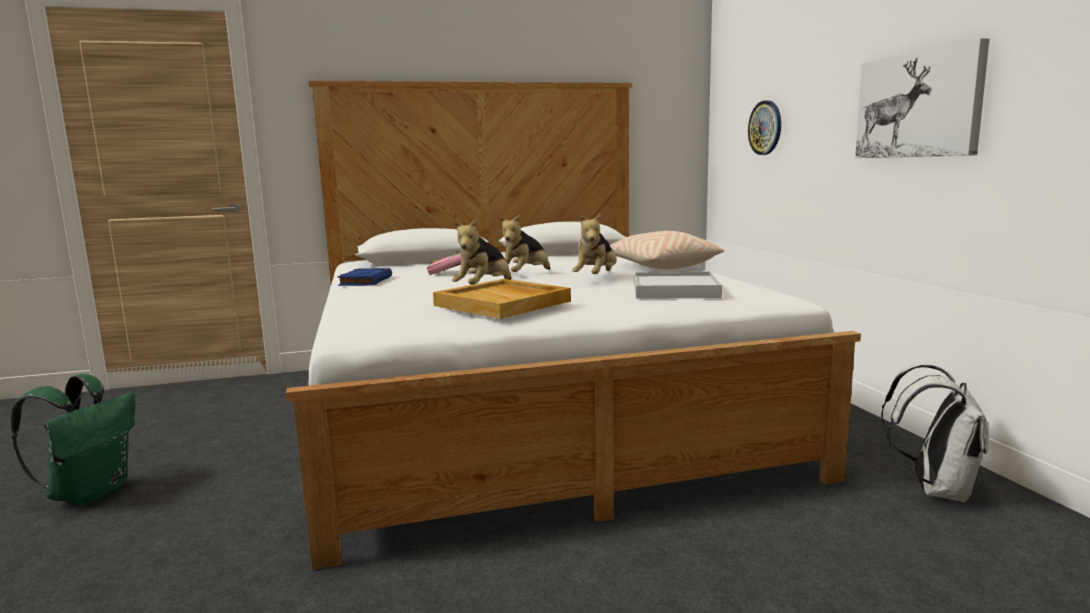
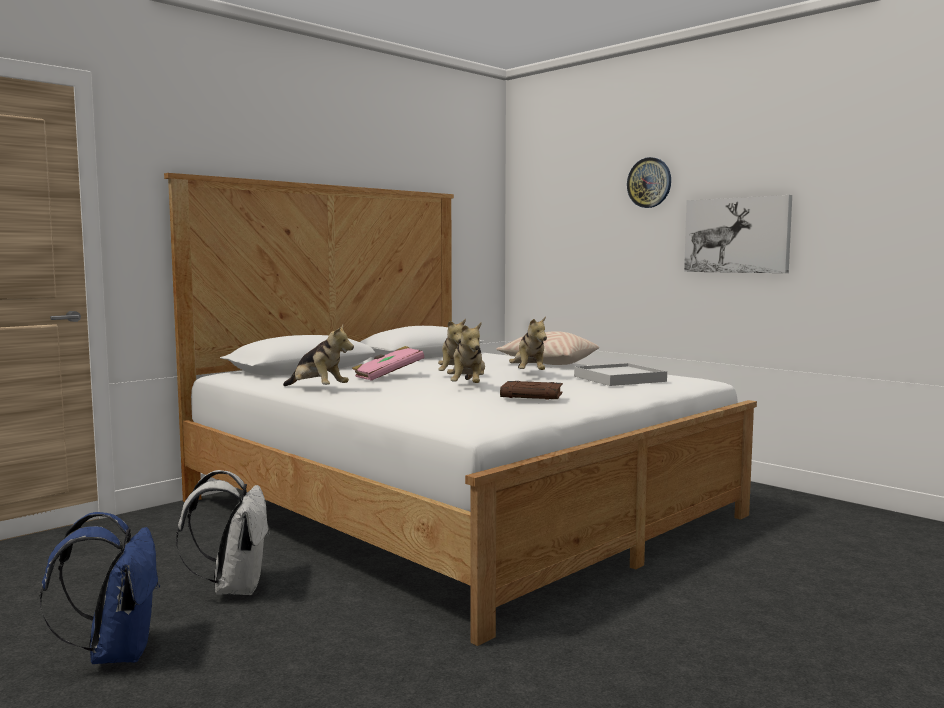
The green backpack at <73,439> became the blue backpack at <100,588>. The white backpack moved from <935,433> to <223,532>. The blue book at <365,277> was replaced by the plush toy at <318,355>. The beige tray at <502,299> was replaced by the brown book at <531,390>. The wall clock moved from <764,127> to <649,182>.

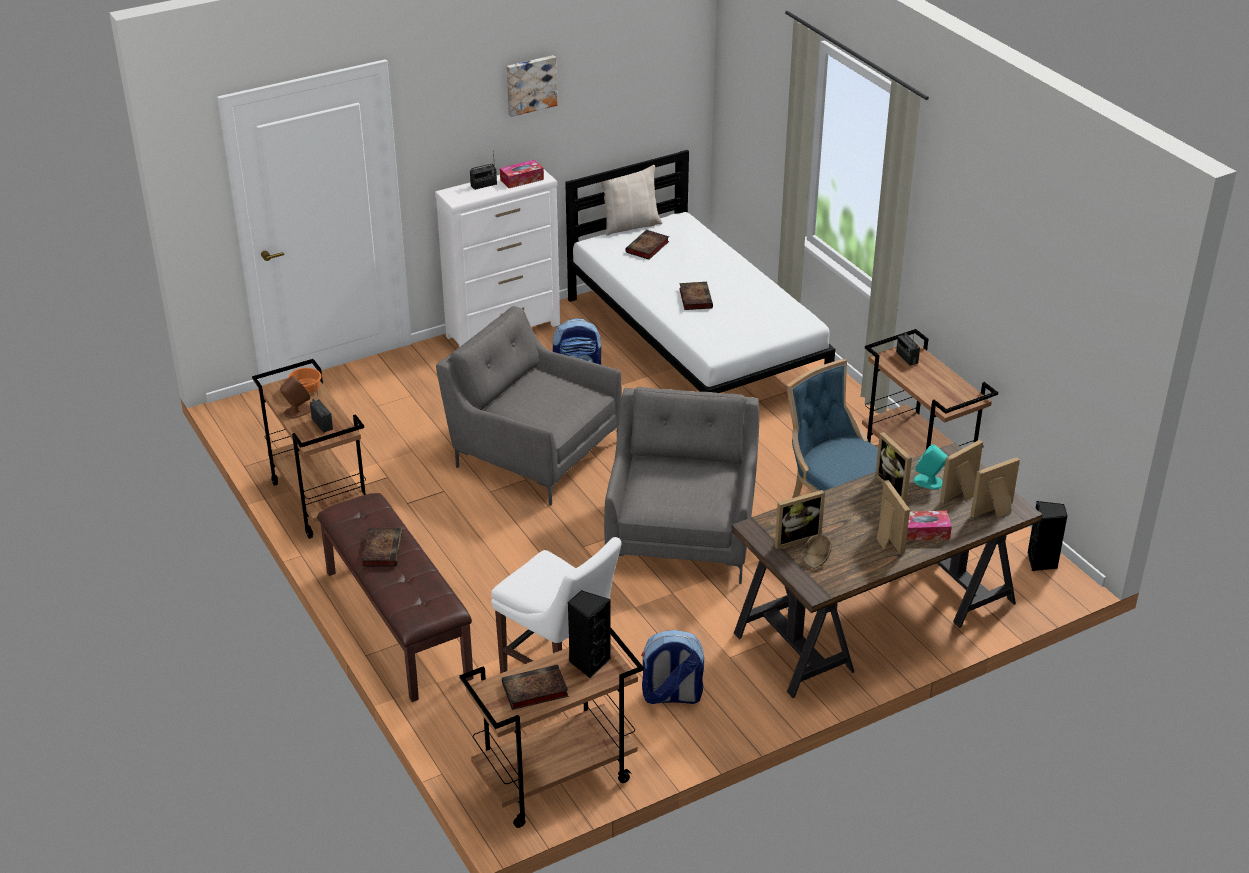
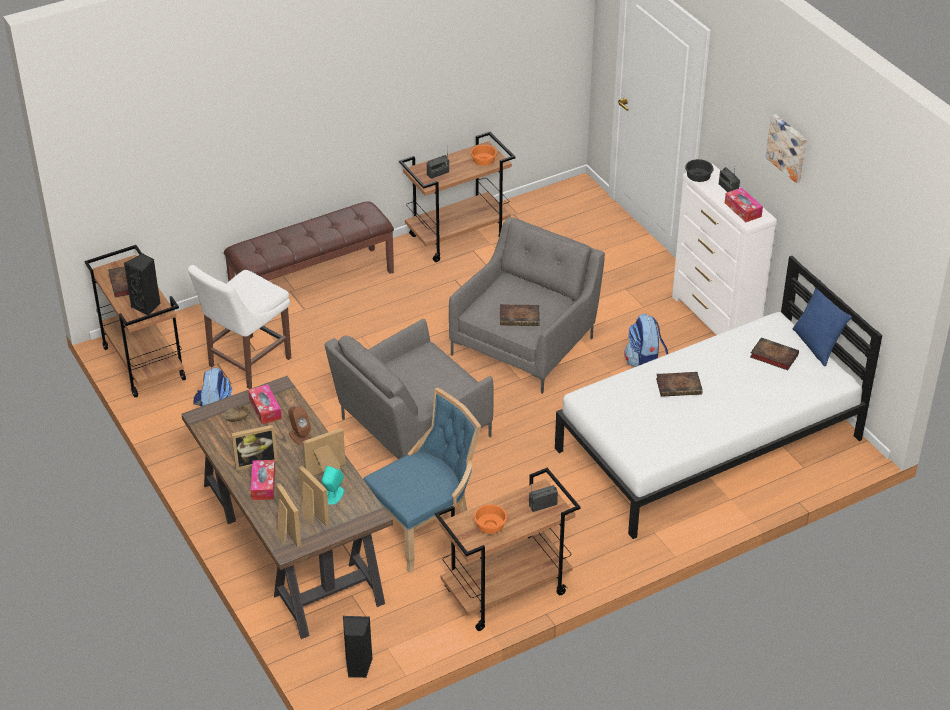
The picture frame at <800,519> was replaced by the tissue box at <265,404>. The brown speaker moved from <295,397> to <299,425>. The grey armchair at <681,485> turned 135 degrees clockwise. The orange bowl at <490,519> appeared. The book moved from <382,547> to <520,315>. The black bowl at <699,170> appeared. The beige pillow at <631,200> became the blue pillow at <822,323>.

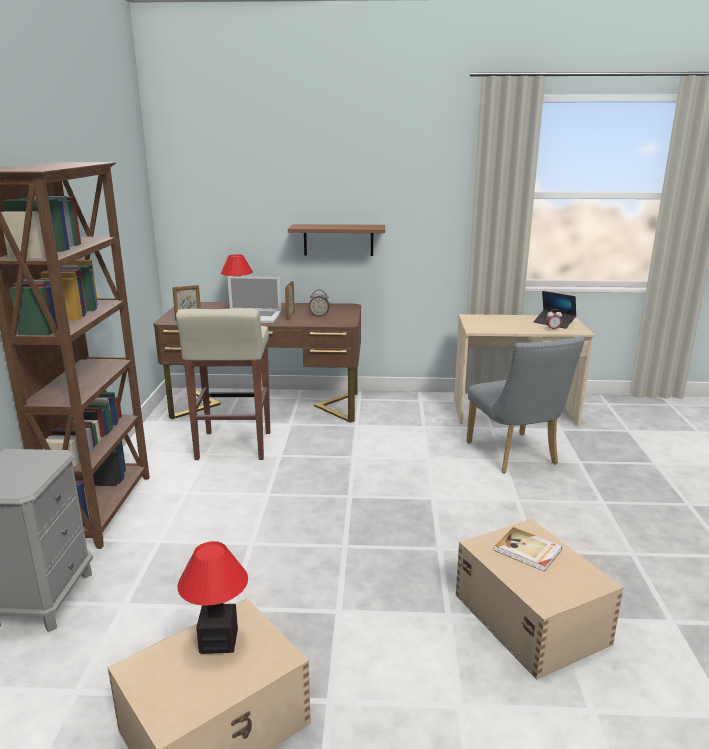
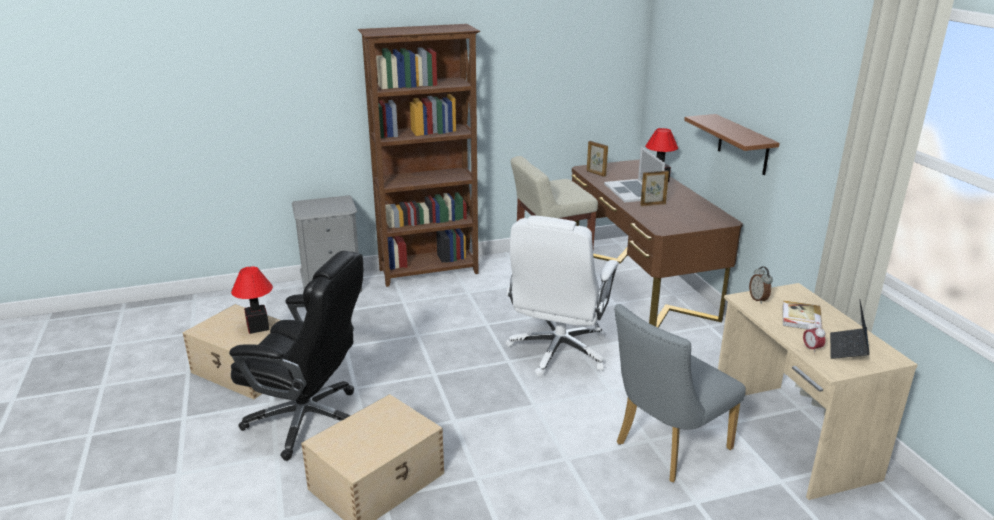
The black office chair at <296,356> appeared. The white office chair at <562,296> appeared. The alarm clock moved from <319,303> to <761,285>. The book moved from <528,549> to <802,315>.

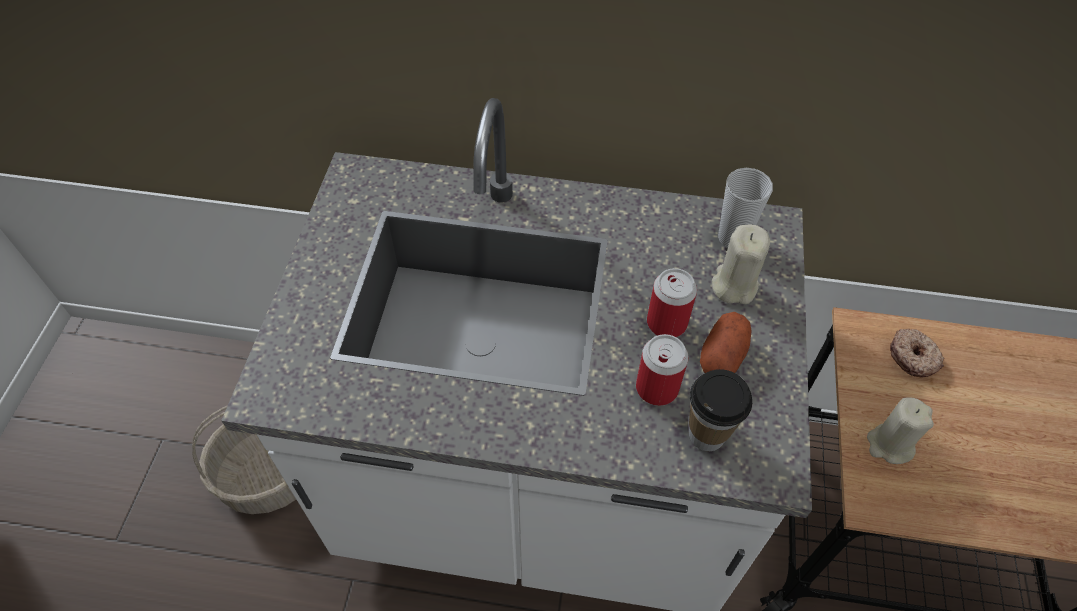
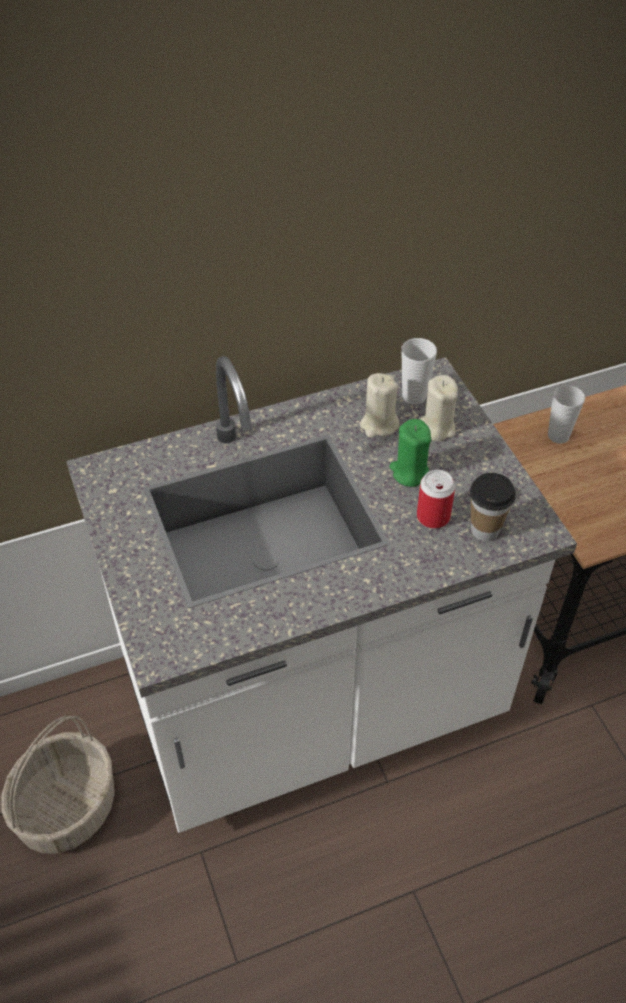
The beige candle moved from <900,430> to <380,405>. The can at <672,302> was replaced by the green candle at <410,453>. The donut at <917,353> was replaced by the cup at <566,414>. The potato at <726,342> disappeared.

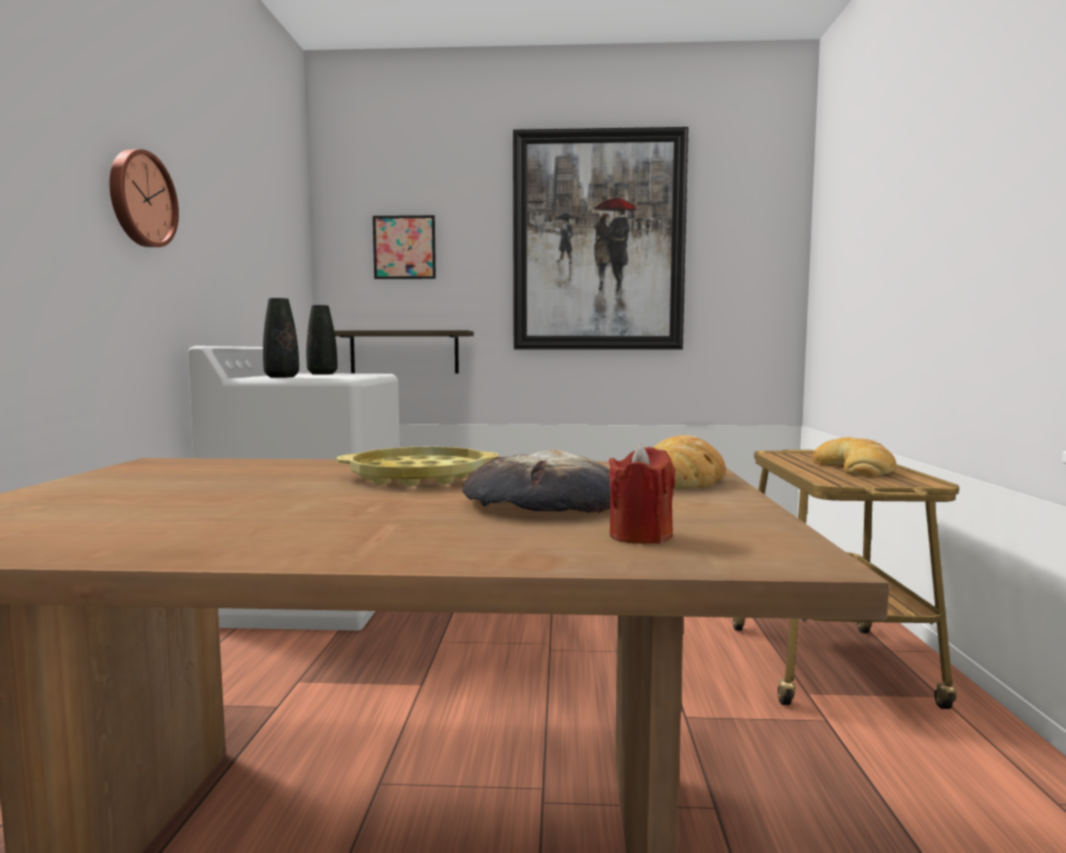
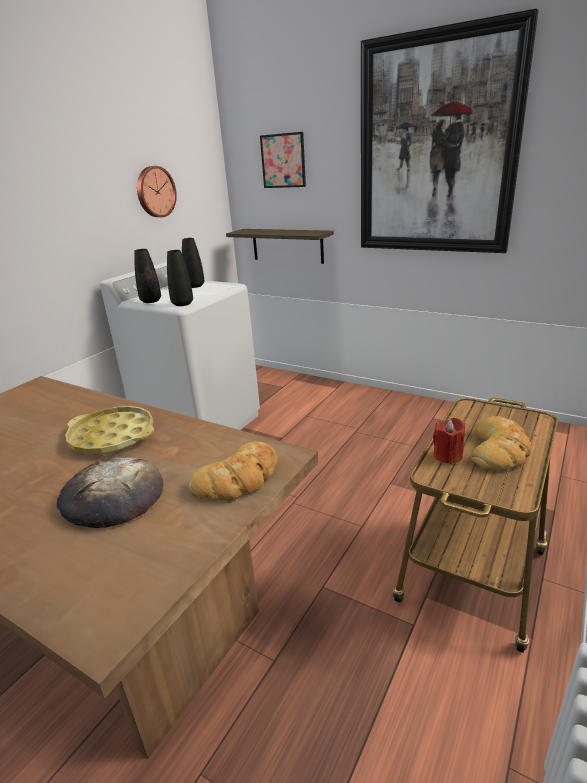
The wall clock moved from <144,198> to <157,191>. The black vase at <180,278> appeared. The red candle moved from <642,493> to <449,441>.

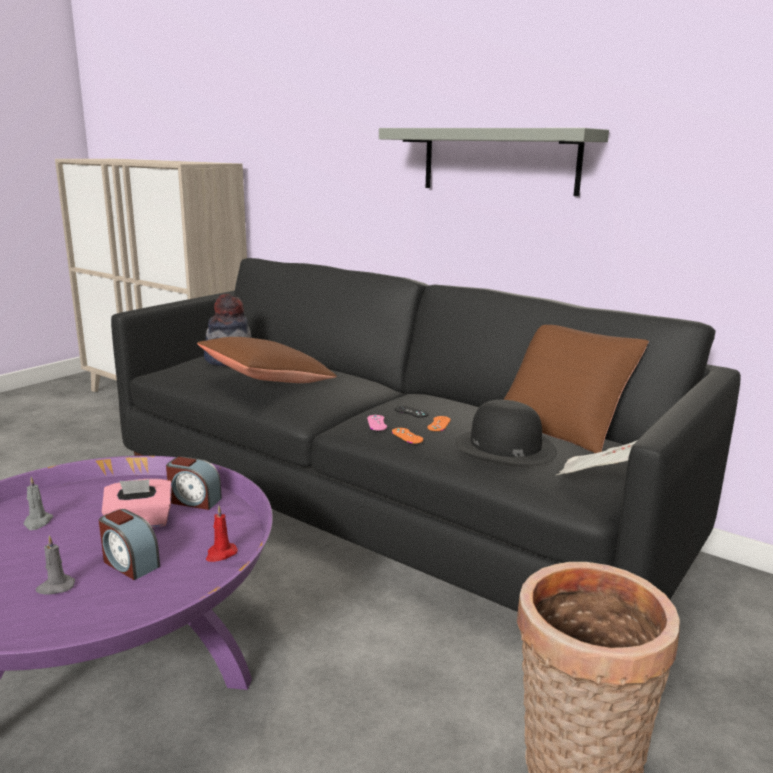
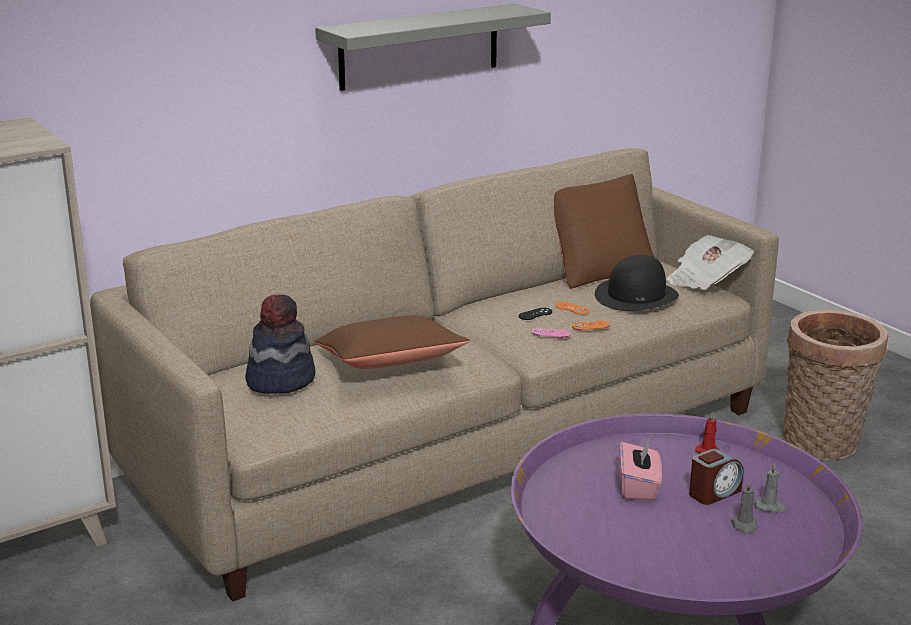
The black sofa at <426,435> became the beige sofa at <434,375>. The grey candle moved from <38,503> to <771,488>. The alarm clock at <194,483> disappeared.

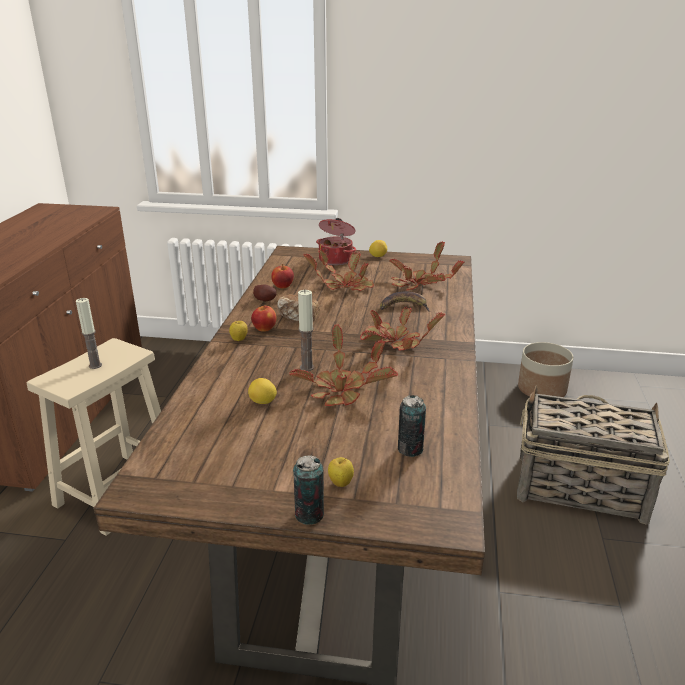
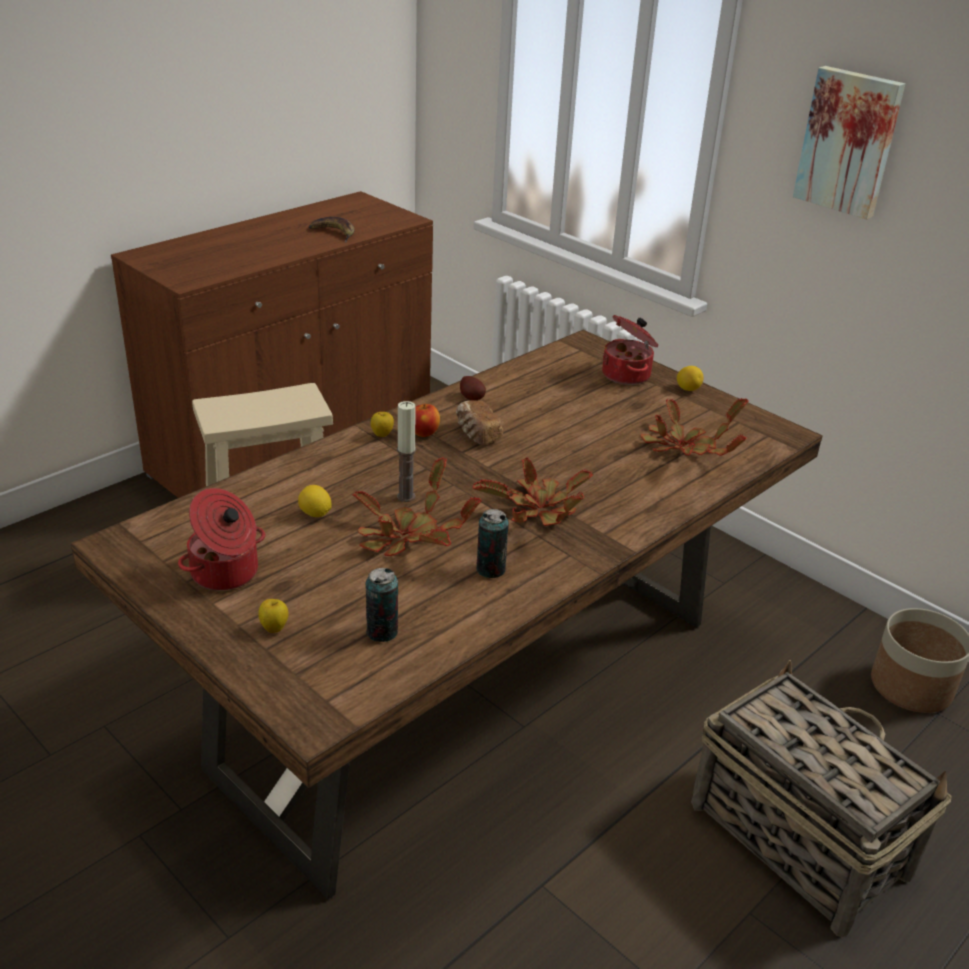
The cooking pot at <221,539> appeared. The banana moved from <405,302> to <331,230>. The can moved from <308,490> to <493,543>. The picture at <849,142> appeared. The candle at <89,333> disappeared. The apple at <282,276> disappeared. The potted plant at <338,270> disappeared.

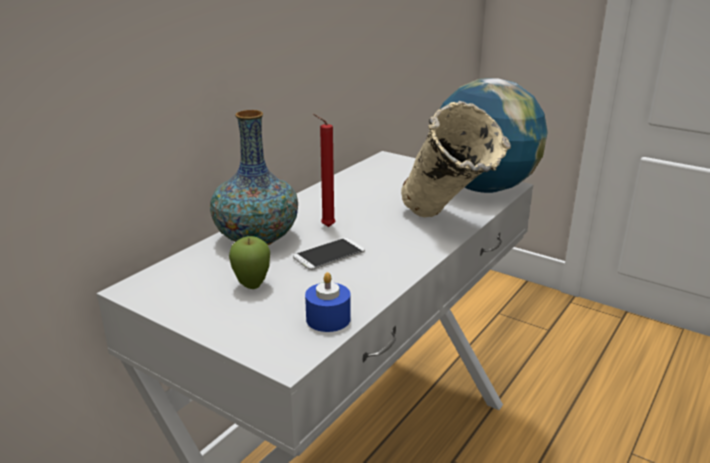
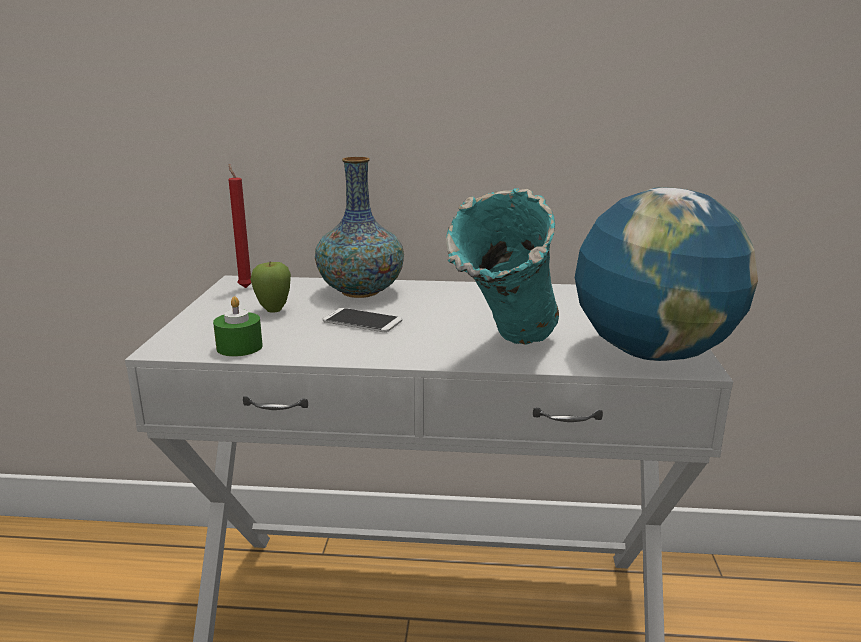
The blue candle at <328,302> became the green candle at <238,326>. The red candle moved from <324,170> to <240,226>. The beige vase at <456,159> became the turquoise vase at <502,266>.

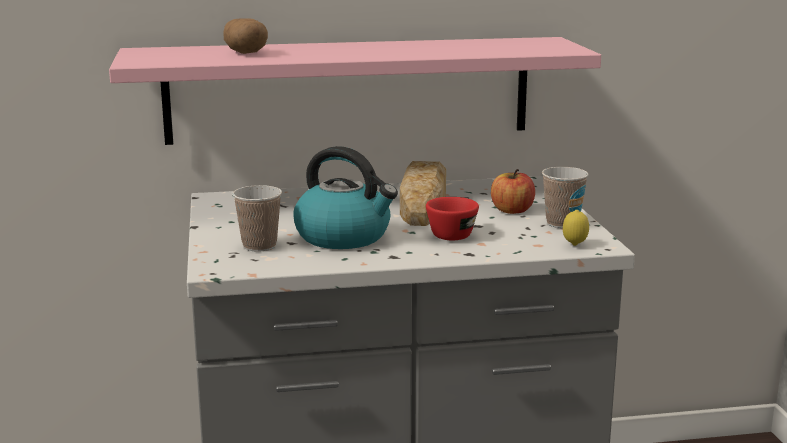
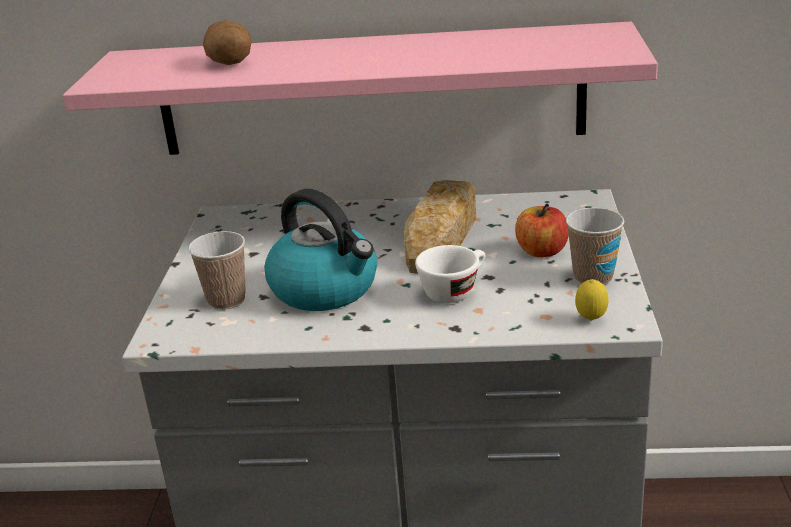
The red cup at <452,218> became the white cup at <450,274>.

